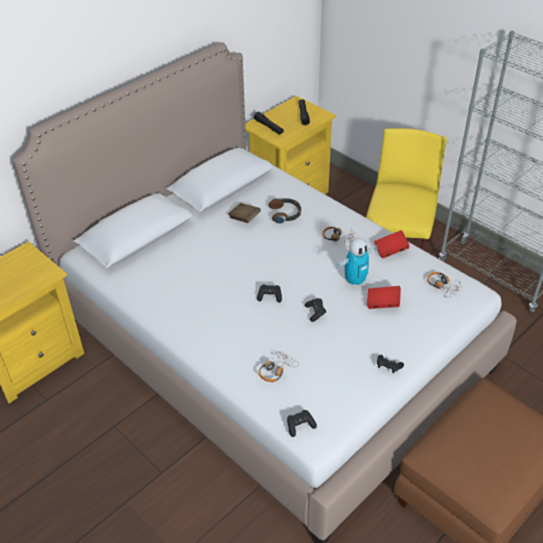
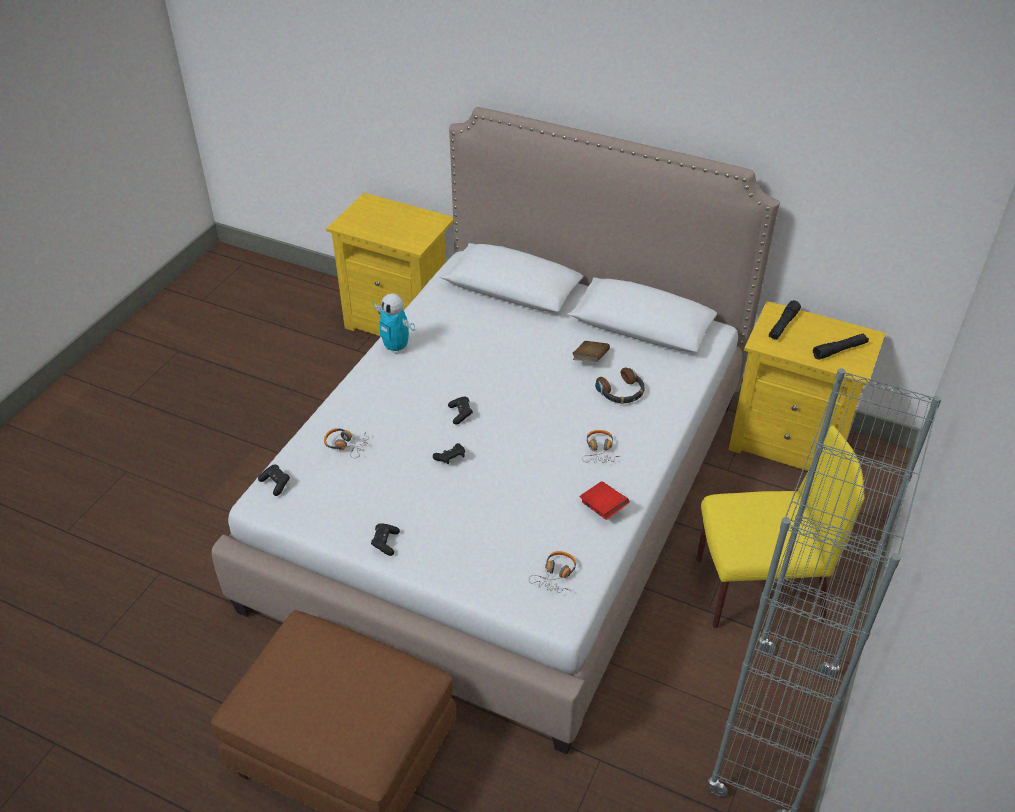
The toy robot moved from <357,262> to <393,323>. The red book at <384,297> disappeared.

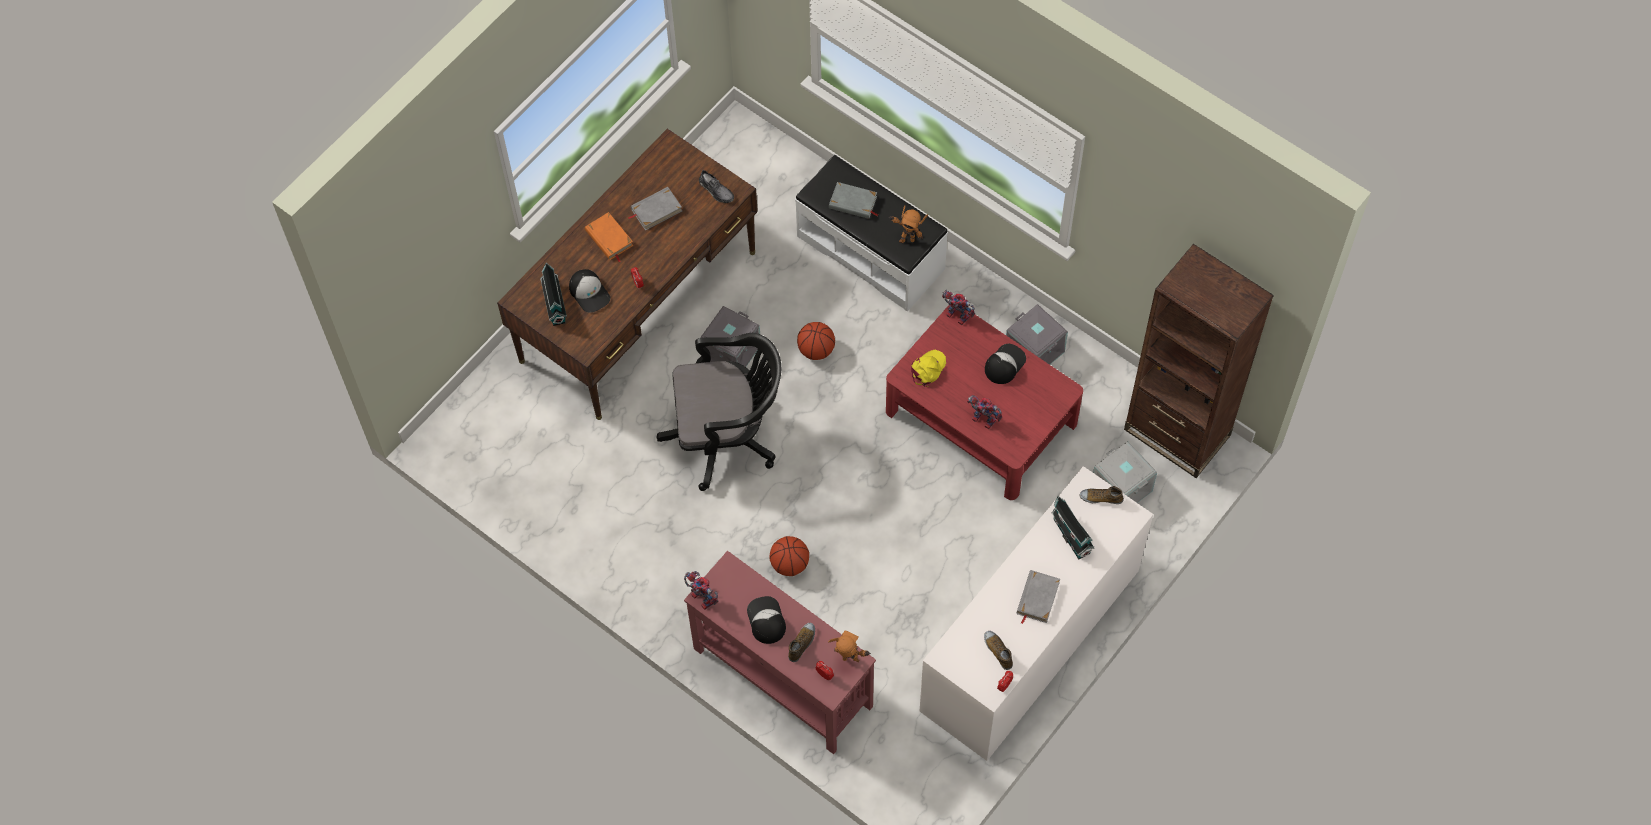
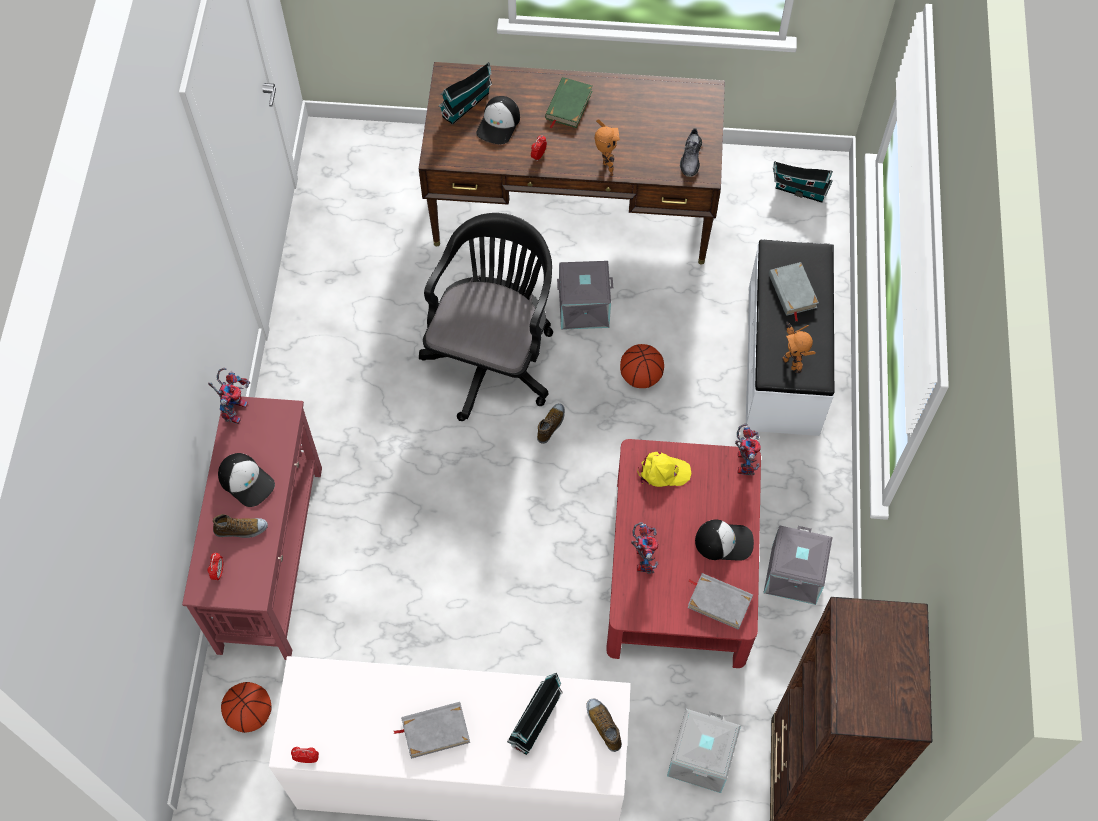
The cap at <766,620> turned 90 degrees clockwise. The basketball moved from <789,556> to <246,707>. The black office chair at <719,412> turned 120 degrees counterclockwise. The shoe moved from <998,650> to <551,423>. The orange book at <609,237> became the green book at <569,102>. The toy robot moved from <849,646> to <607,147>. The grey book moved from <654,208> to <720,601>. The toy house at <803,182> appeared.

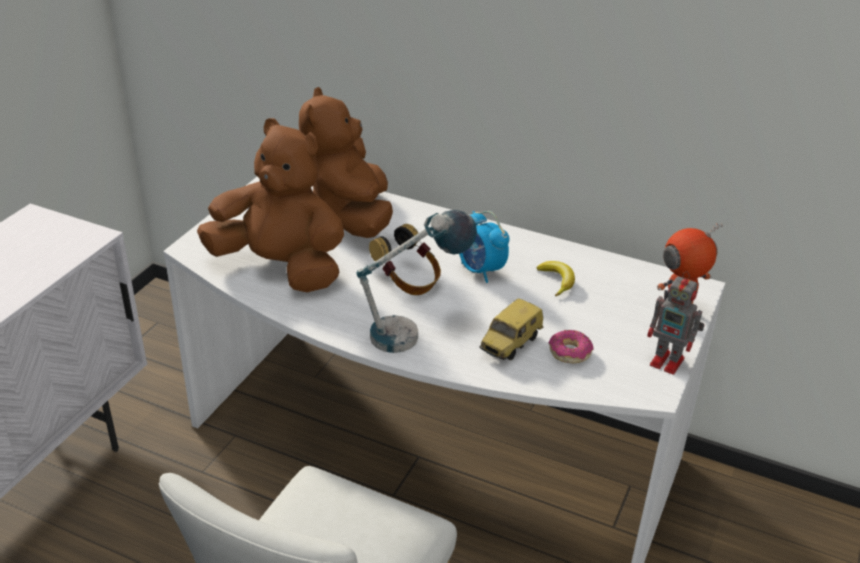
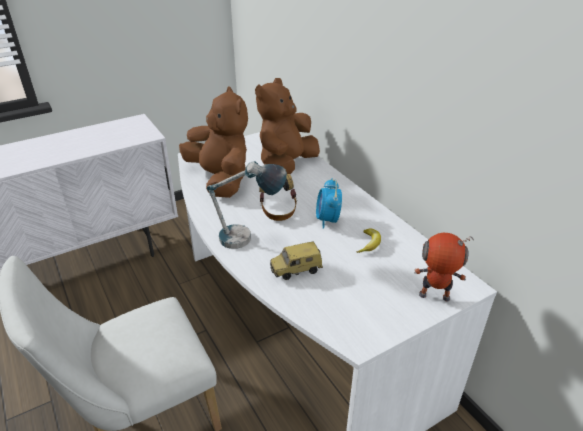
The donut at <571,346> disappeared. The toy robot at <676,323> disappeared.

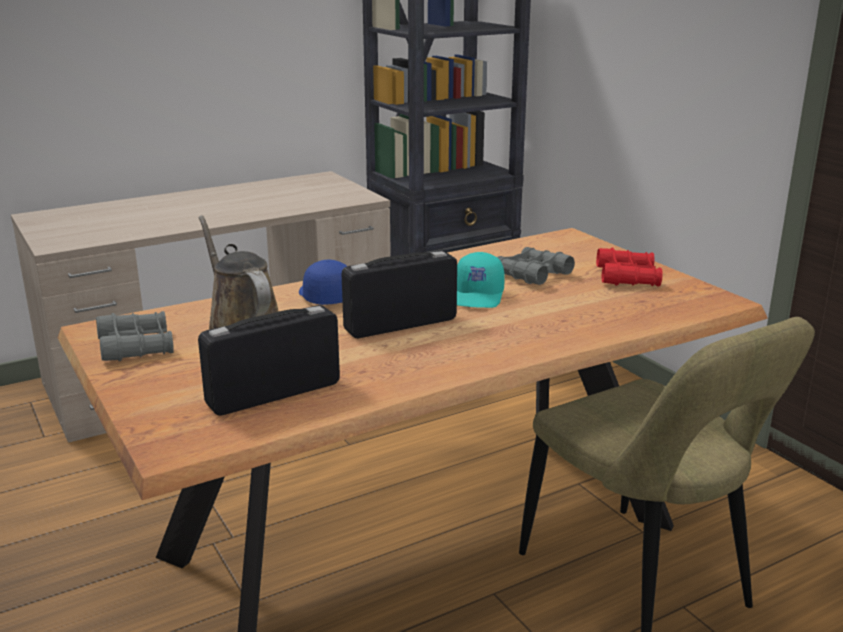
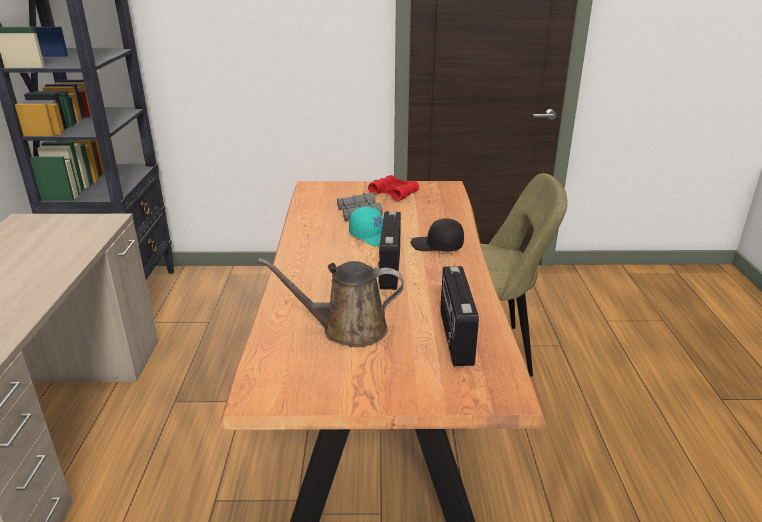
The black cap at <437,235> appeared. The grey binoculars at <135,336> disappeared. The blue cap at <323,282> disappeared.

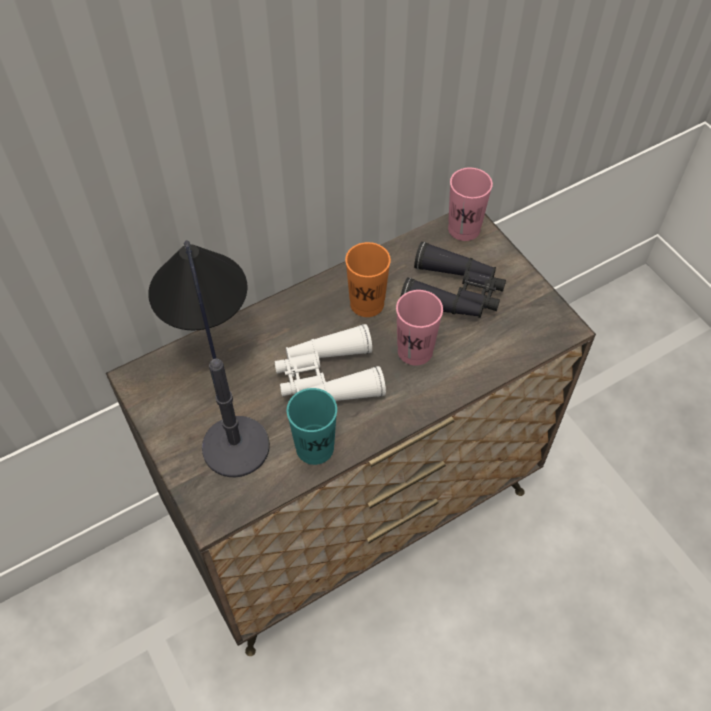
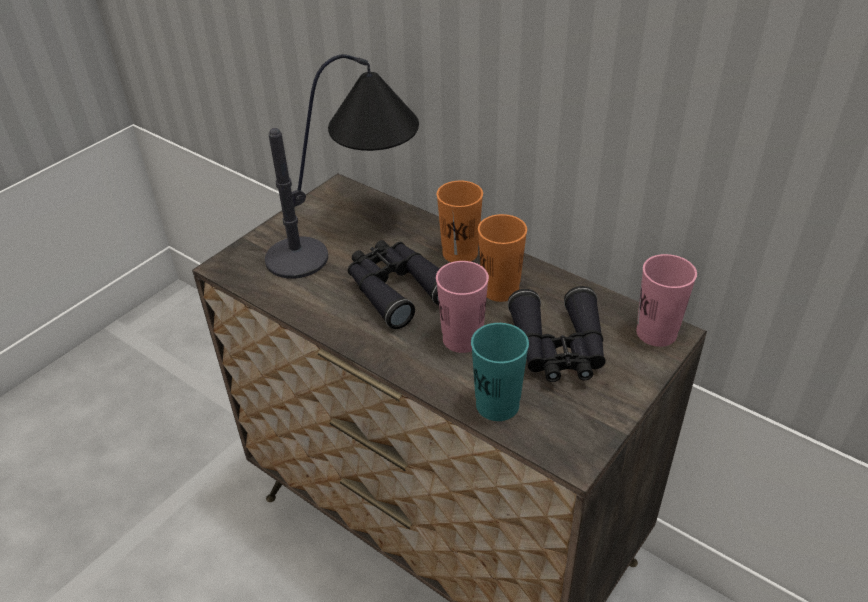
The white binoculars at <330,362> became the black binoculars at <394,284>. The orange cup at <460,221> appeared. The turquoise cup moved from <312,426> to <500,372>.

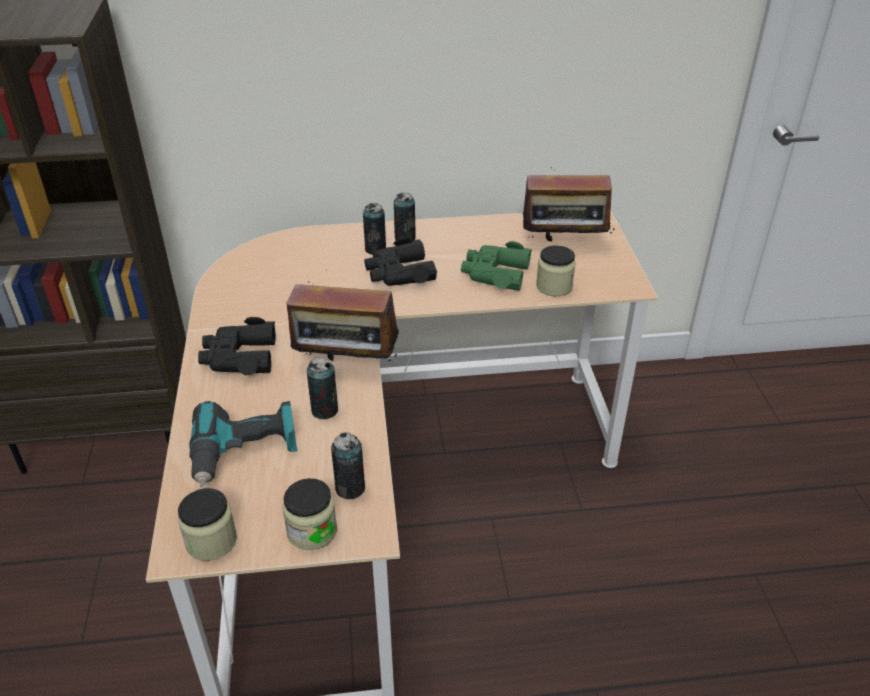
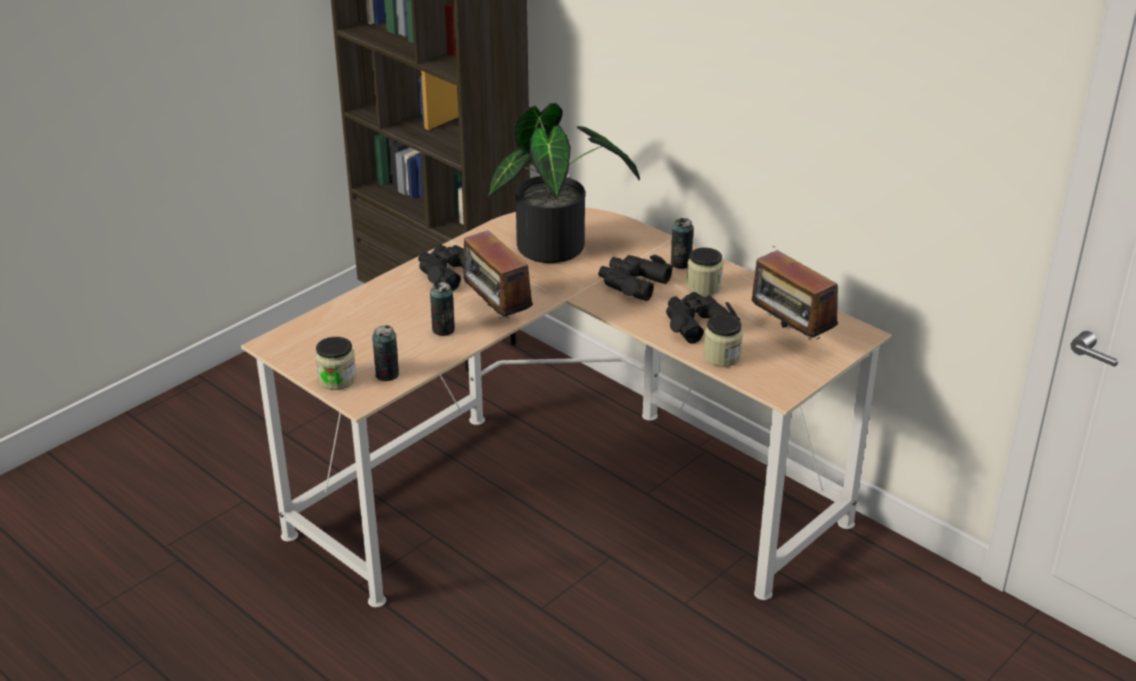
The potted plant at <564,183> appeared. The green binoculars at <496,266> became the black binoculars at <703,317>. The jar moved from <207,524> to <704,271>. The power drill at <243,444> disappeared. The can at <374,229> disappeared.

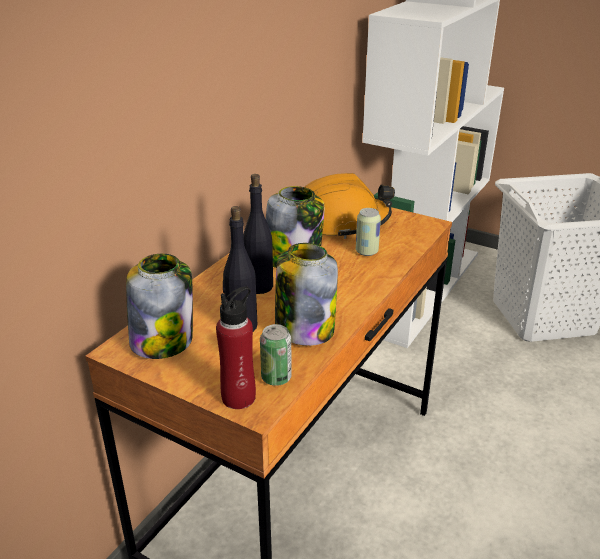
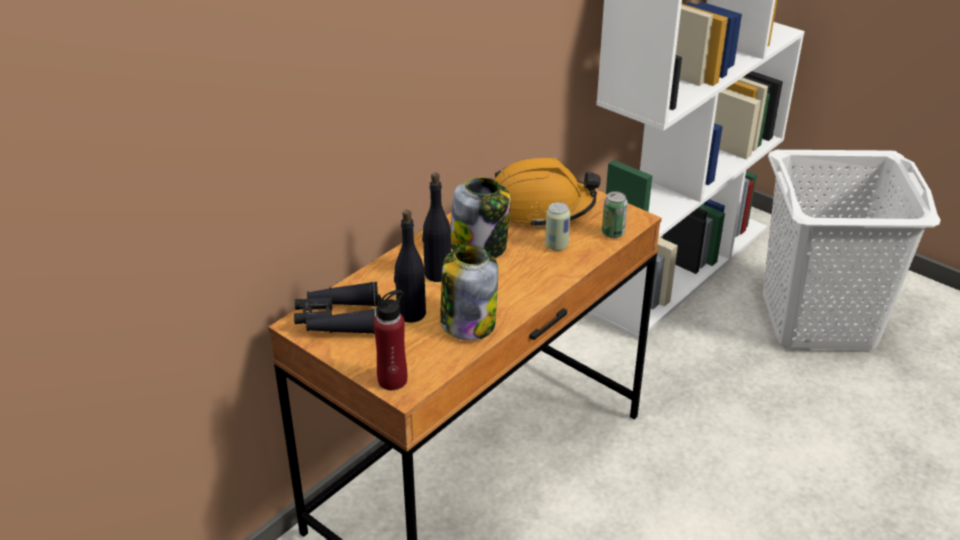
The jar at <159,306> was replaced by the black binoculars at <336,307>. The can moved from <276,355> to <615,214>.

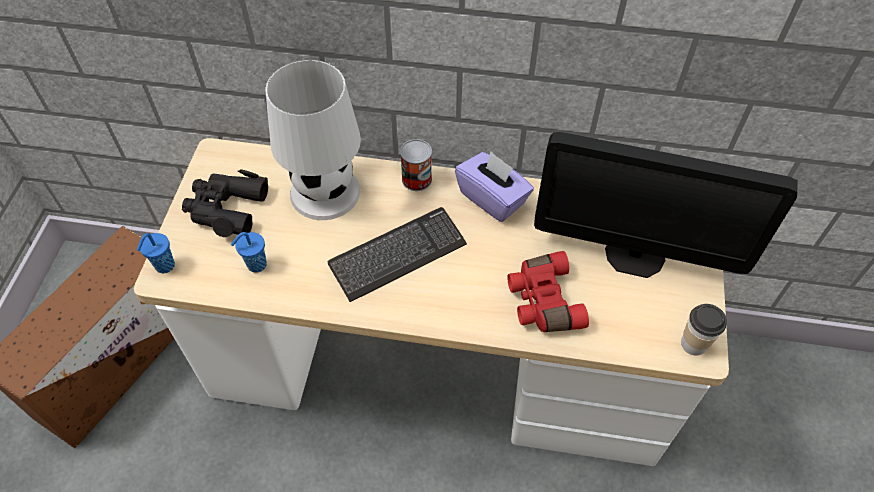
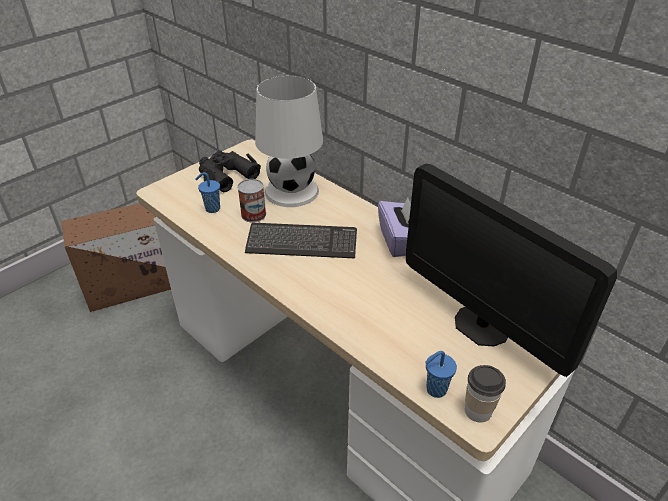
The can moved from <416,165> to <251,200>. The blue cup moved from <156,253> to <441,374>. The red binoculars at <548,291> disappeared.

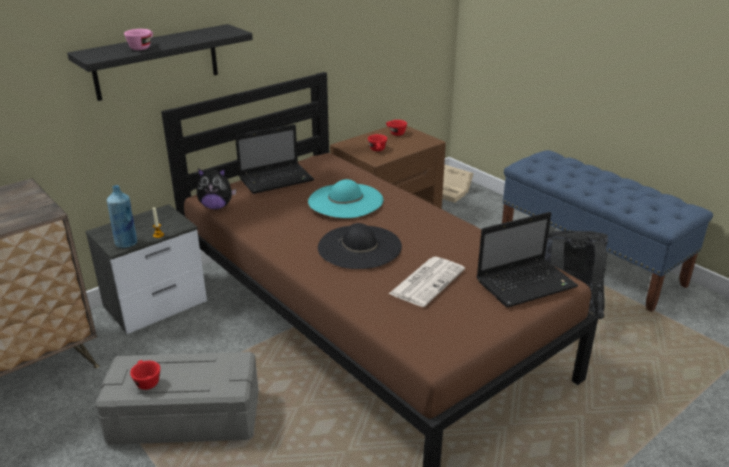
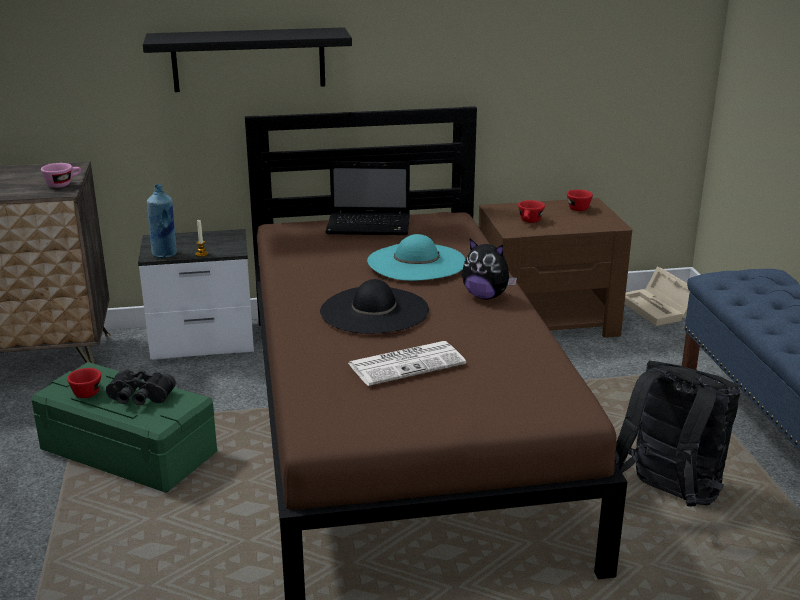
The grey storage box at <177,398> became the green storage box at <124,427>. The pink cup moved from <138,39> to <61,175>. The black binoculars at <141,387> appeared. The plush toy moved from <216,189> to <489,269>. The laptop at <527,259> disappeared.

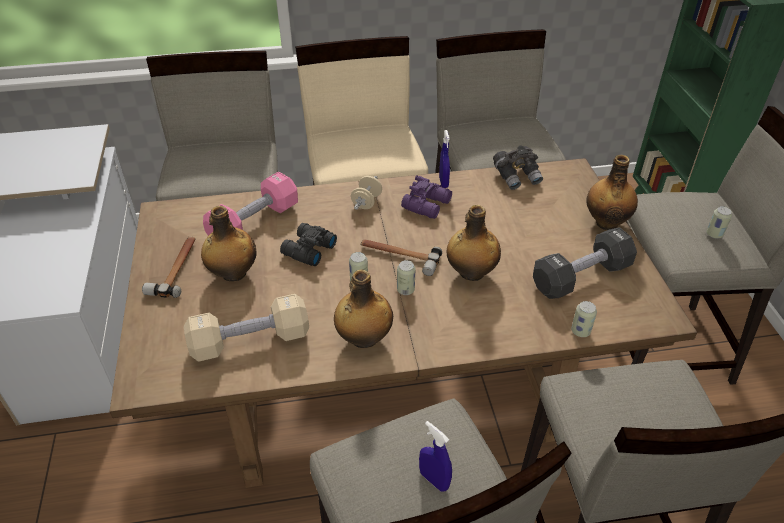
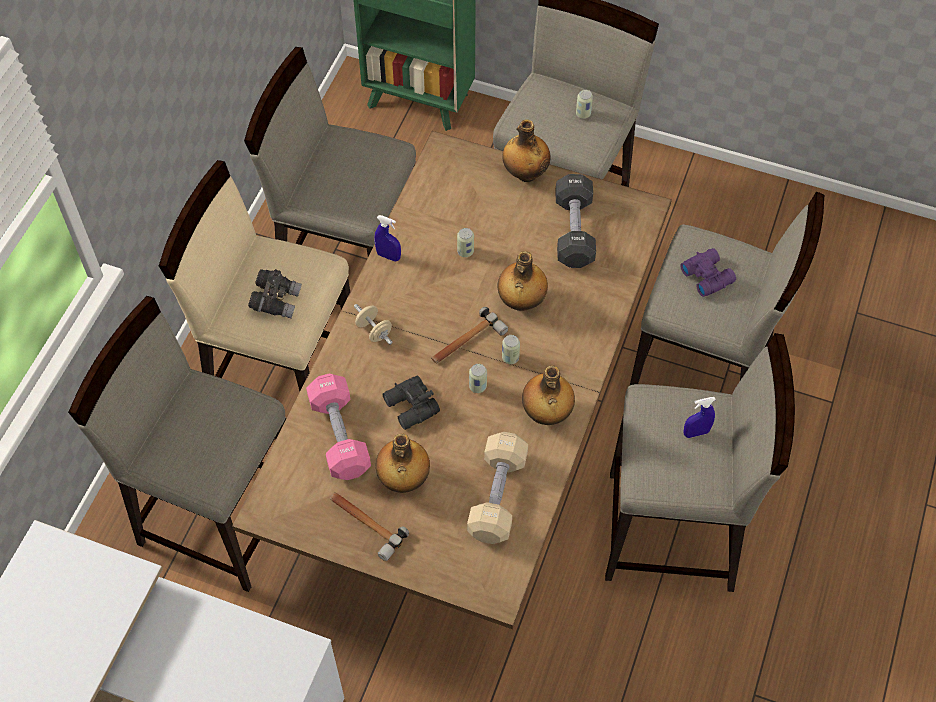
The grey binoculars moved from <518,167> to <275,293>. The can moved from <584,319> to <465,242>. The purple binoculars moved from <426,197> to <708,272>.

